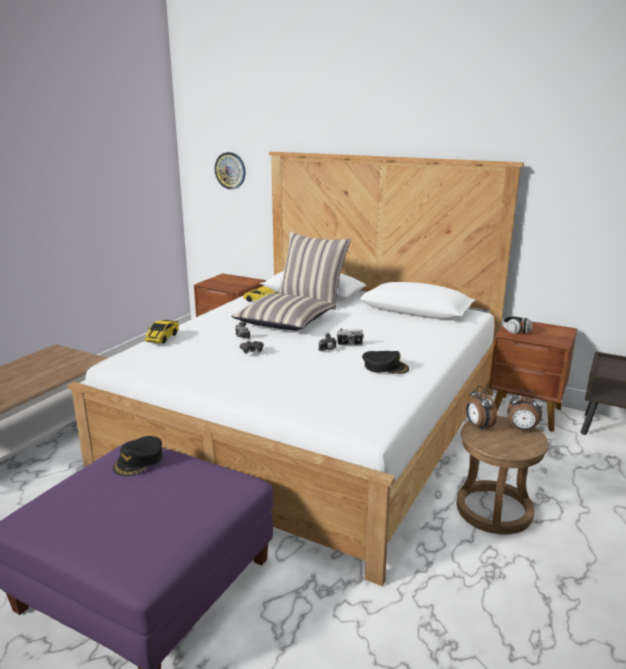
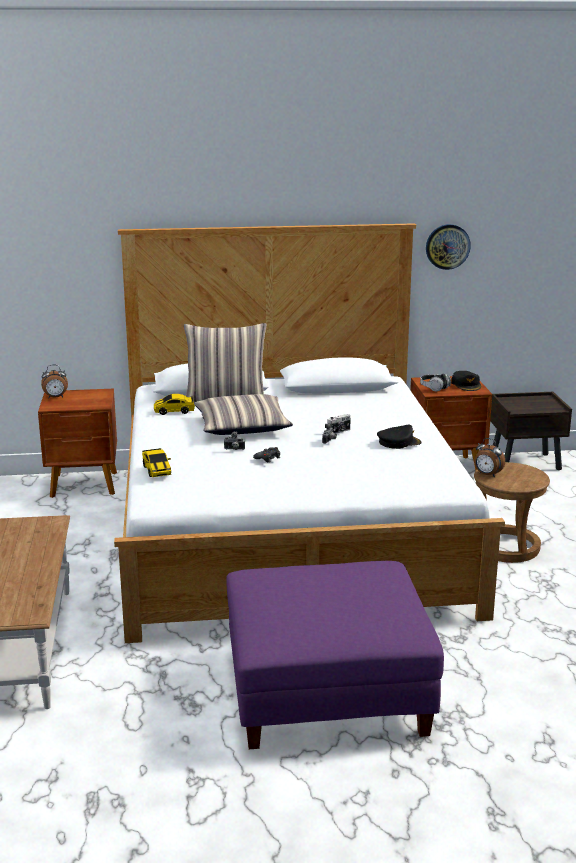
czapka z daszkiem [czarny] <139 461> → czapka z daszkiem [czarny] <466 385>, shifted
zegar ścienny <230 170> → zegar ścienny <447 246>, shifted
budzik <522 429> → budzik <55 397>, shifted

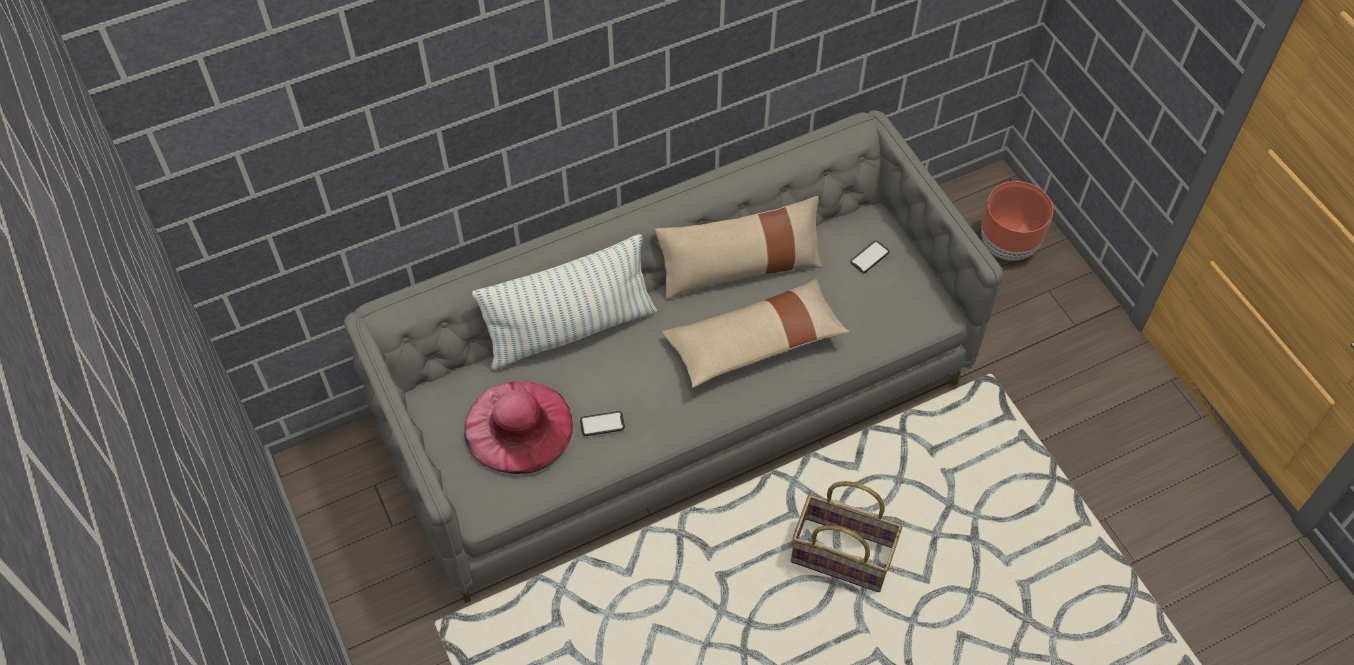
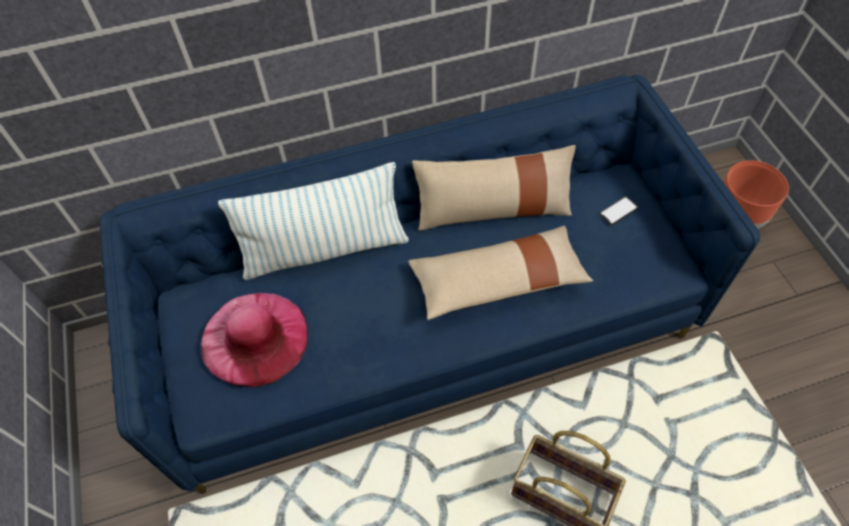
kanapa [szary] <677 403> → kanapa [niebieski] <427 326>
telefon <602 424> → -

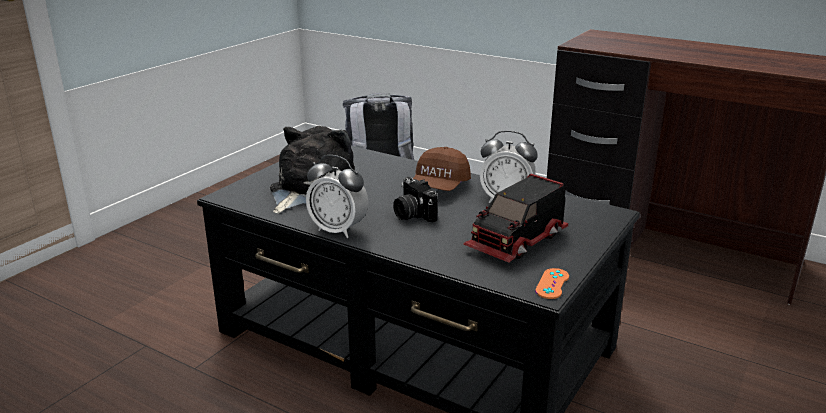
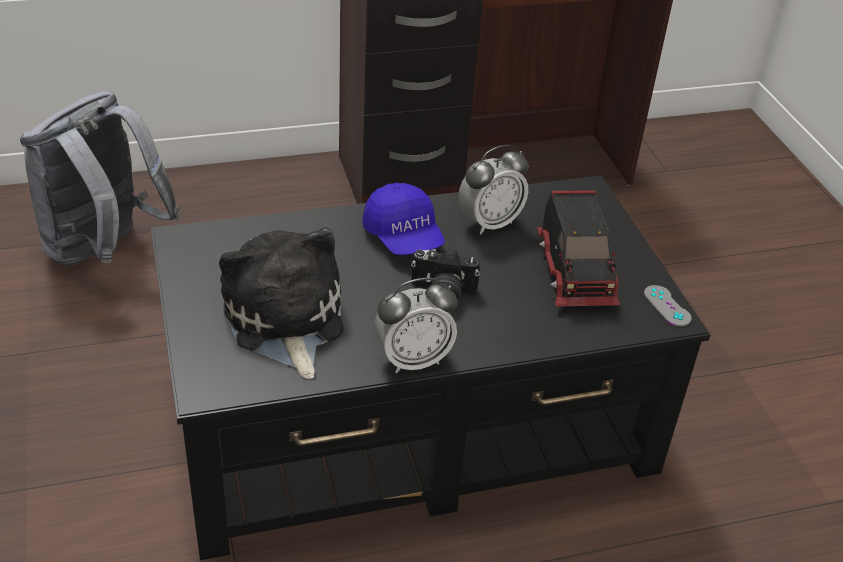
czapka z daszkiem [brązowy] <439 187> → czapka z daszkiem [niebieski] <404 237>
pad do gier [pomarańczowy] <552 284> → pad do gier [szary] <667 306>

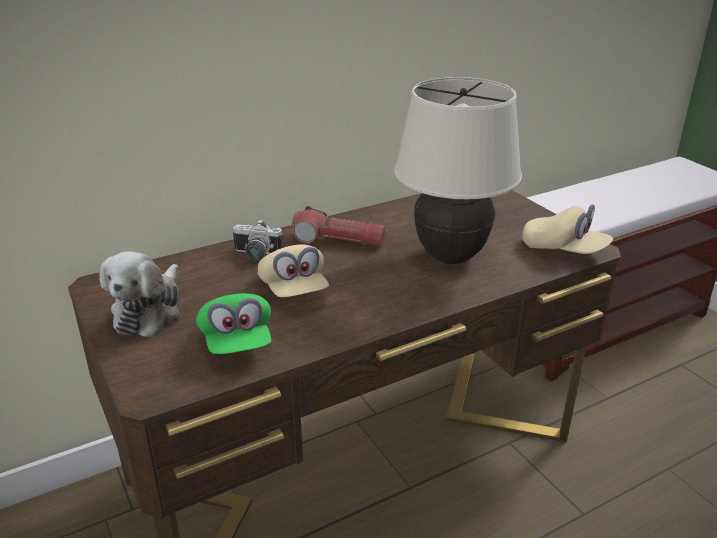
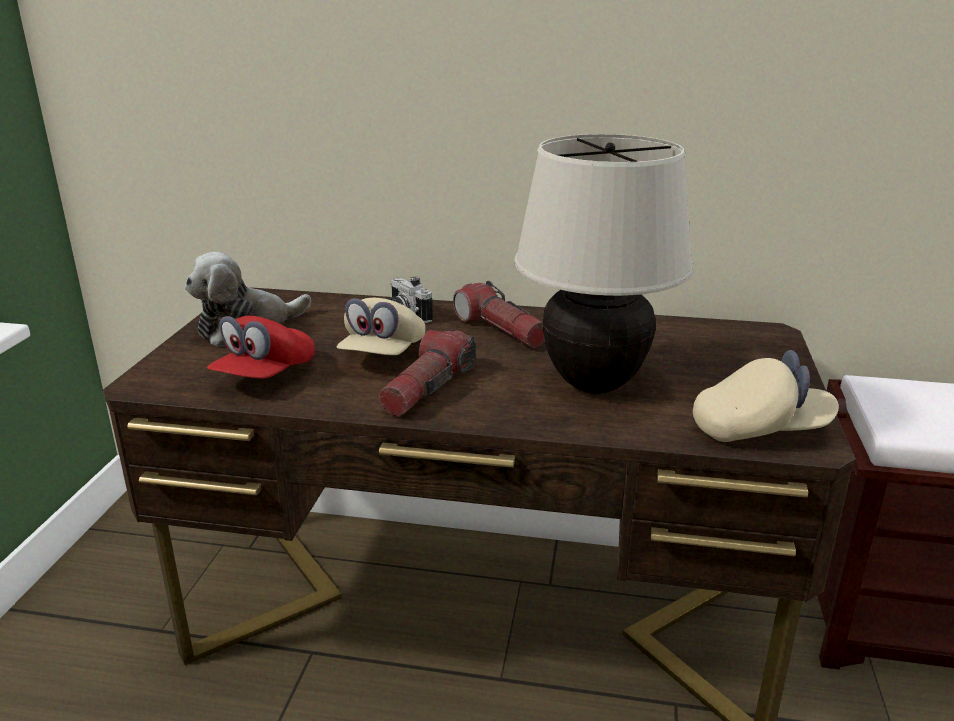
czapka z daszkiem [zielony] <237 342> → czapka z daszkiem [czerwony] <265 375>
czapka z daszkiem [beżowy] <563 250> → czapka z daszkiem [beżowy] <759 430>, 75 degrees counterclockwise
- → latarka <428 388>

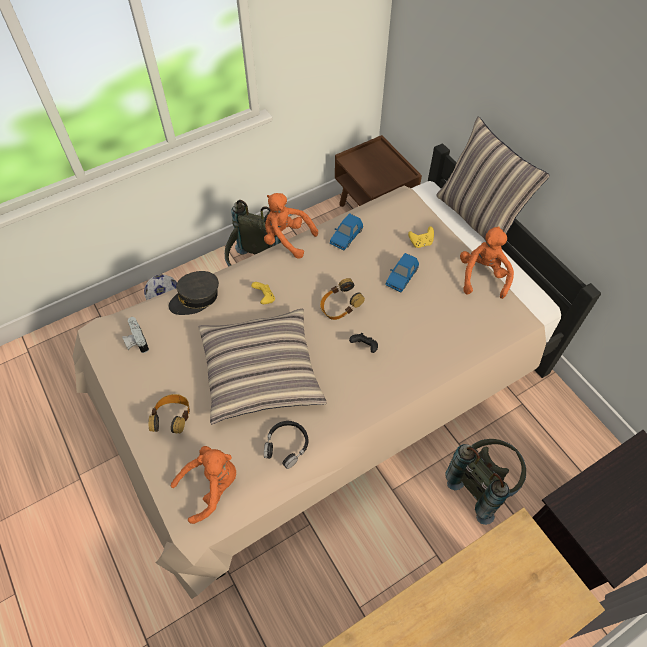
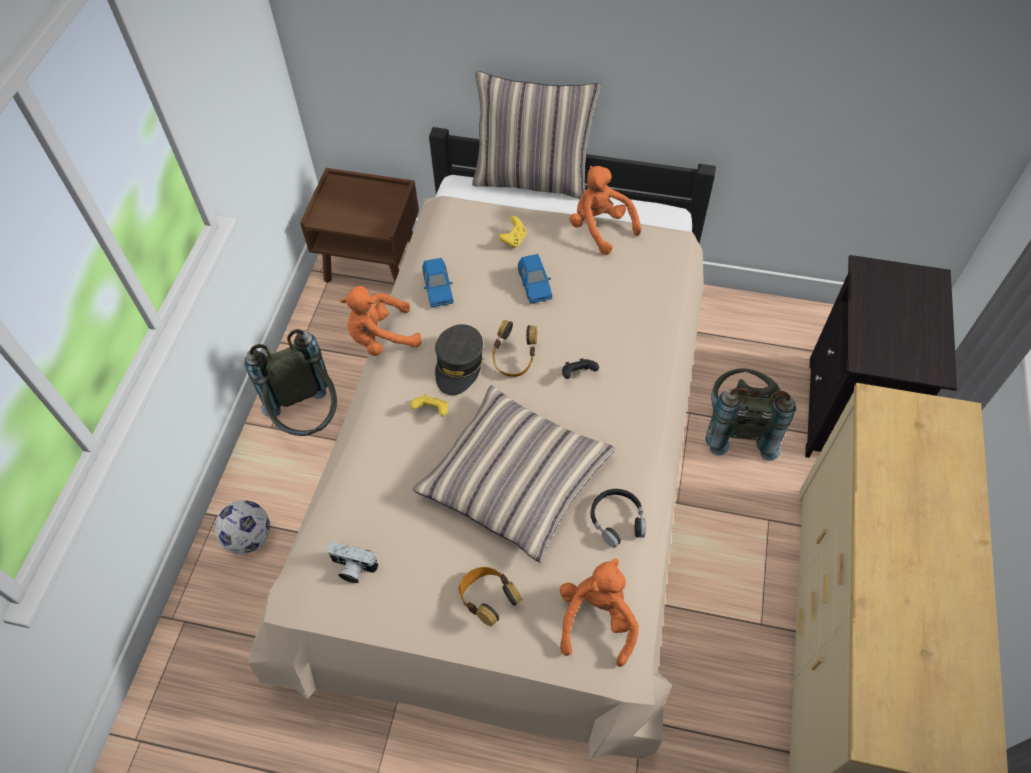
czapka z daszkiem [szary] <195 298> → czapka z daszkiem [szary] <459 365>, shifted

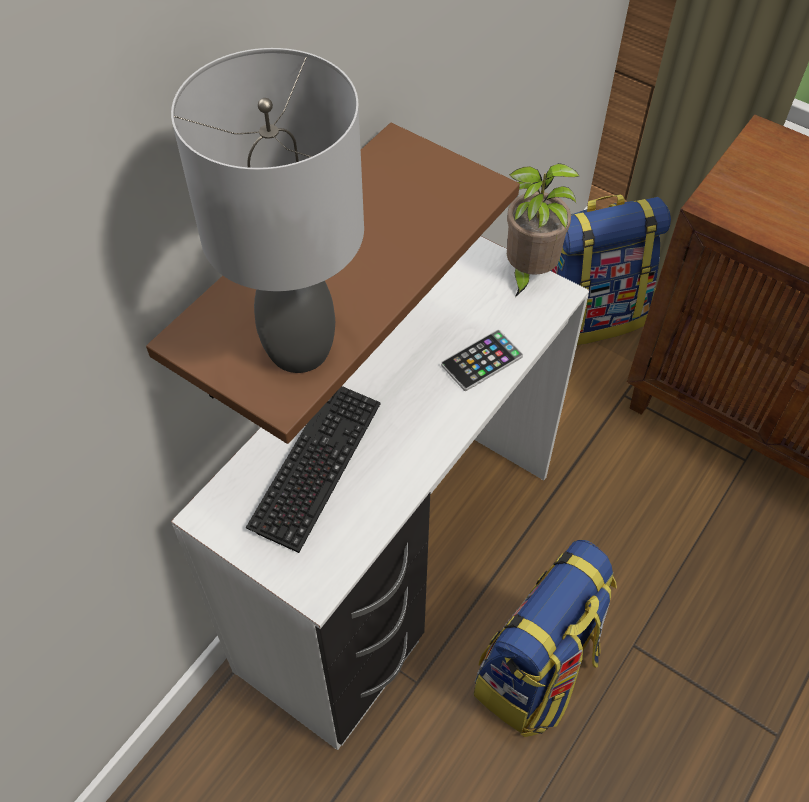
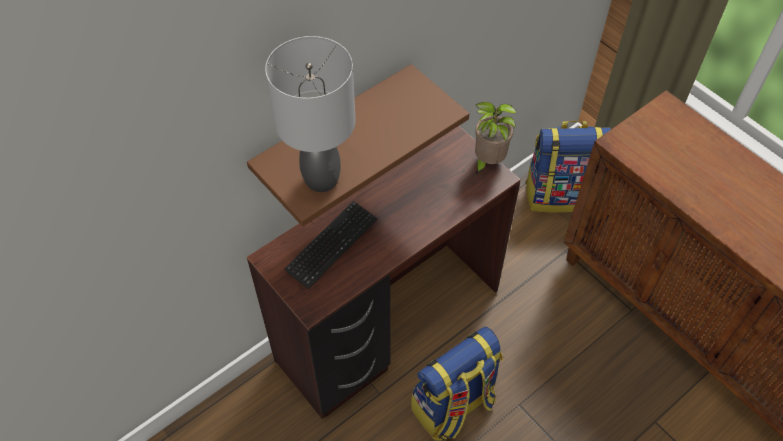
biurko [biały] <402 570> → biurko [brązowy] <390 326>
telefon <482 361> → -

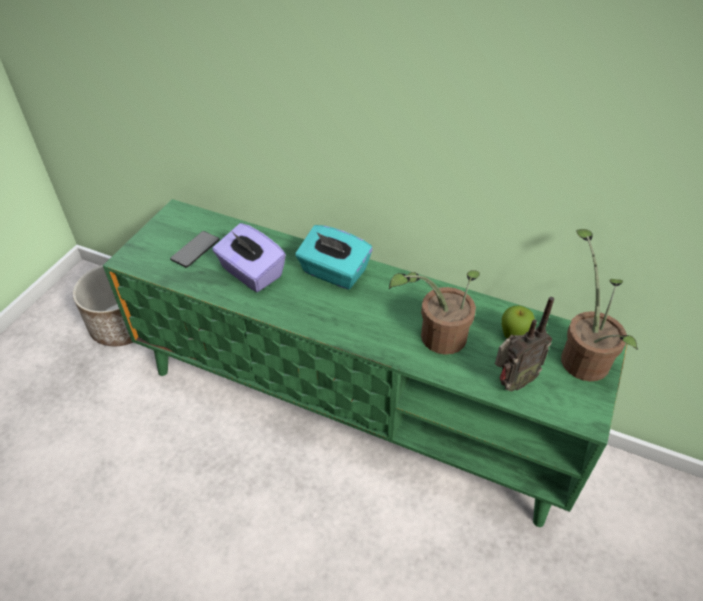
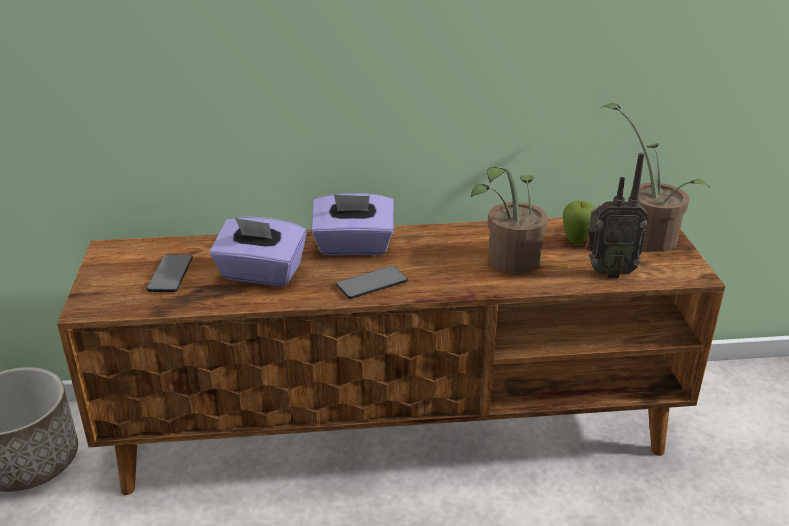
szafka pod telewizor [zielony] <353 406> → szafka pod telewizor [brązowy] <396 430>
pudełko chusteczek [turkusowy] <333 272> → pudełko chusteczek [fioletowy] <353 247>
radio <511 382> → radio <607 272>, 60 degrees clockwise
- → telefon <372 283>

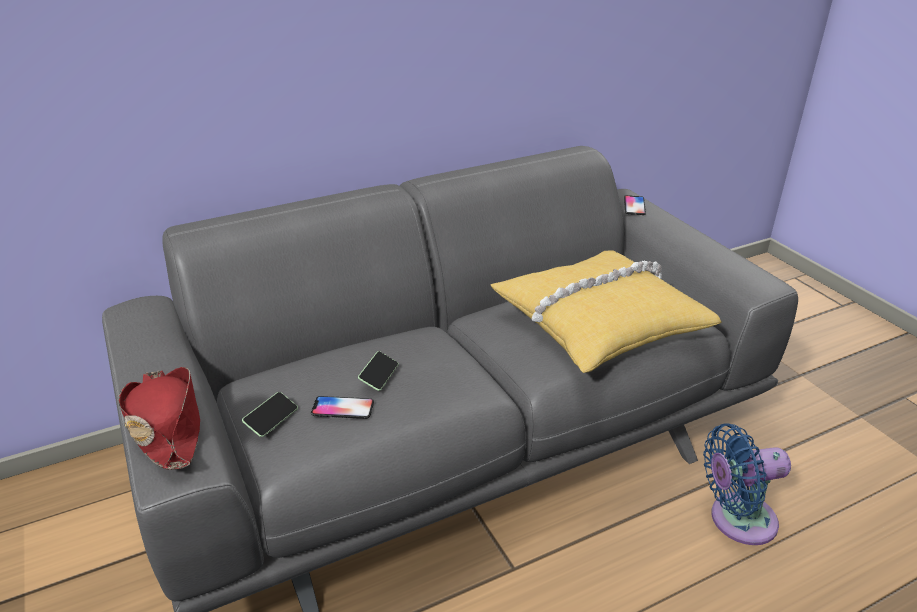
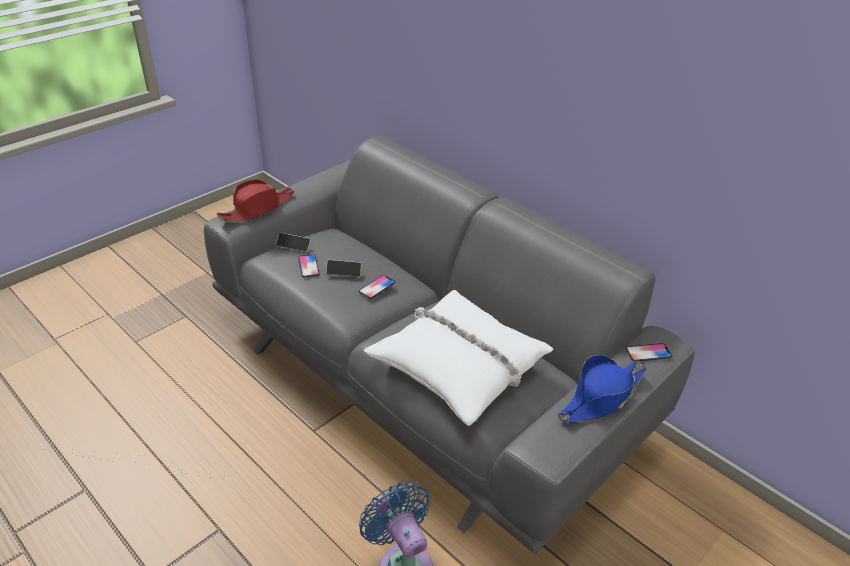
poduszka [żółty] <598 321> → poduszka [biały] <459 364>
- → telefon <377 287>
- → kapelusz [niebieski] <601 398>

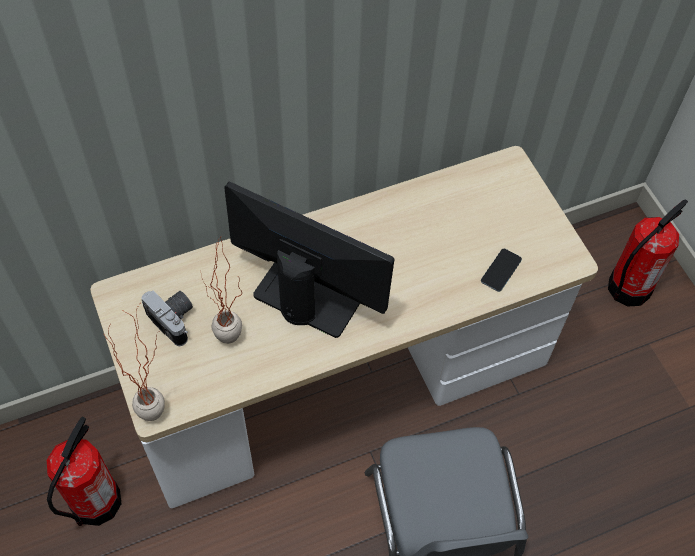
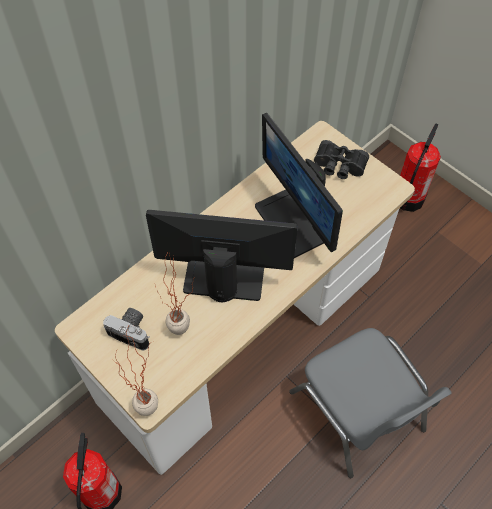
telefon <501 270> → -
- → monitor <294 221>
- → lornetka [czarny] <339 167>

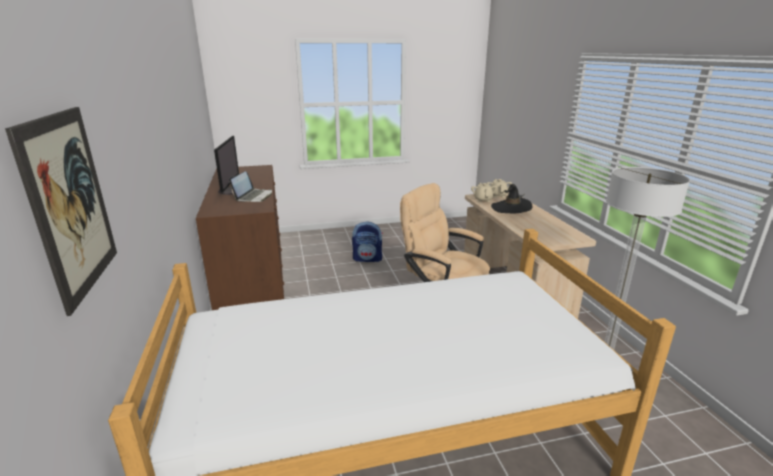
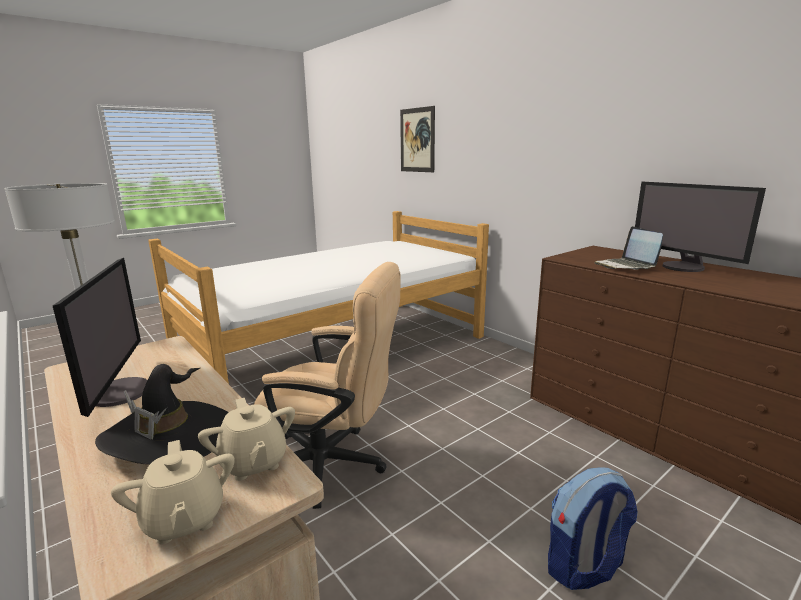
- → monitor <118 392>

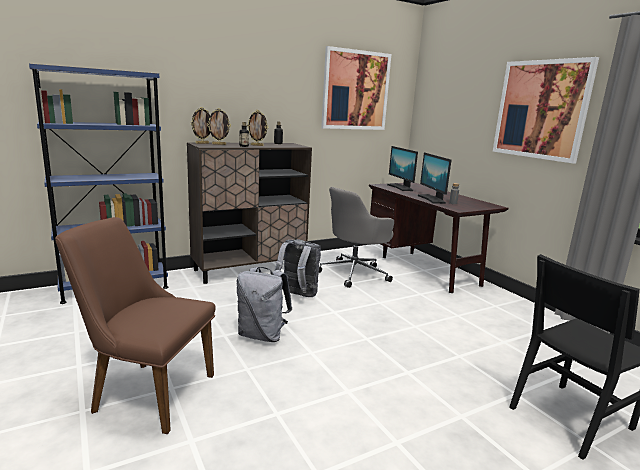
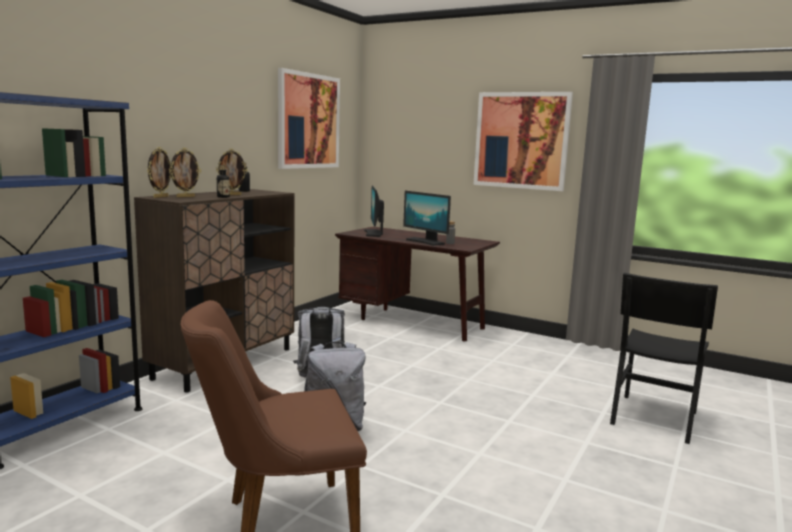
krzesło biurowe [szary] <354 273> → -
monitor <400 187> → monitor <373 233>, 45 degrees clockwise

